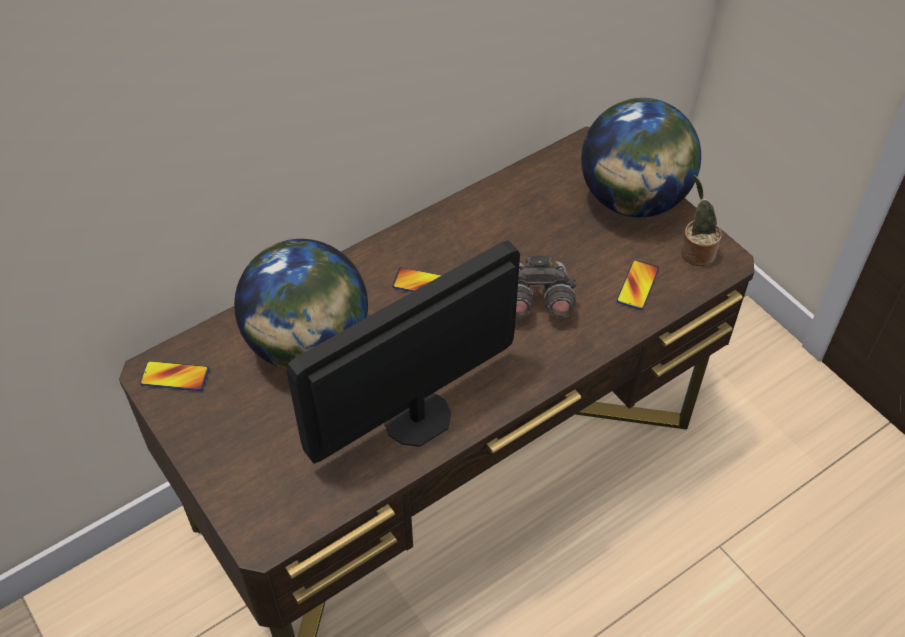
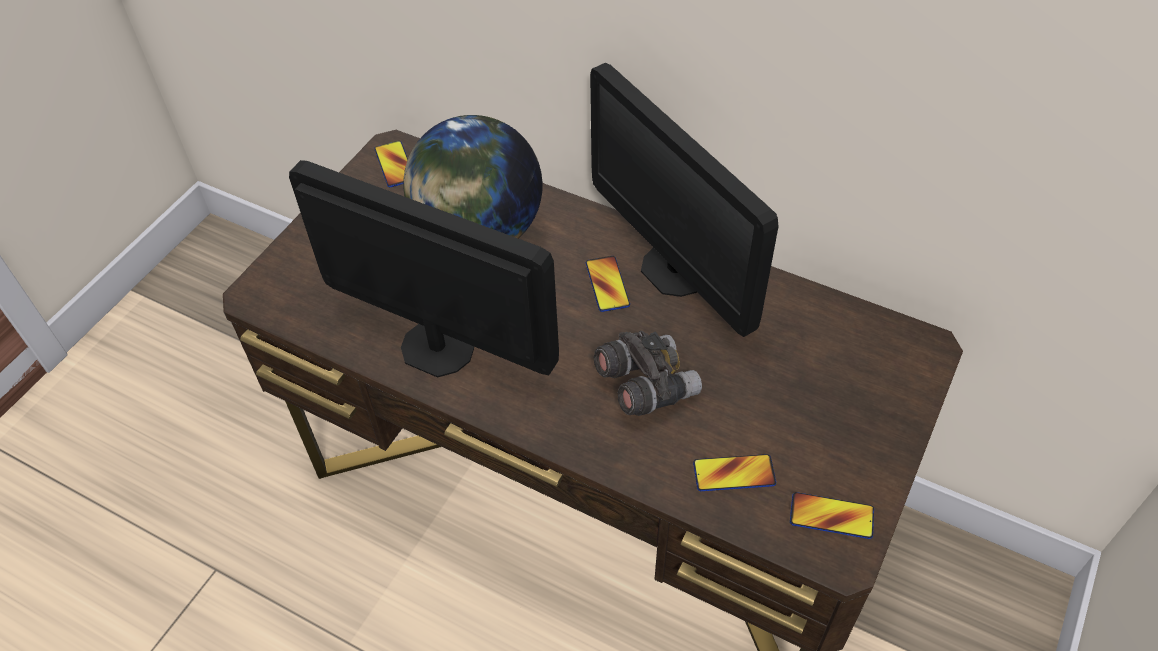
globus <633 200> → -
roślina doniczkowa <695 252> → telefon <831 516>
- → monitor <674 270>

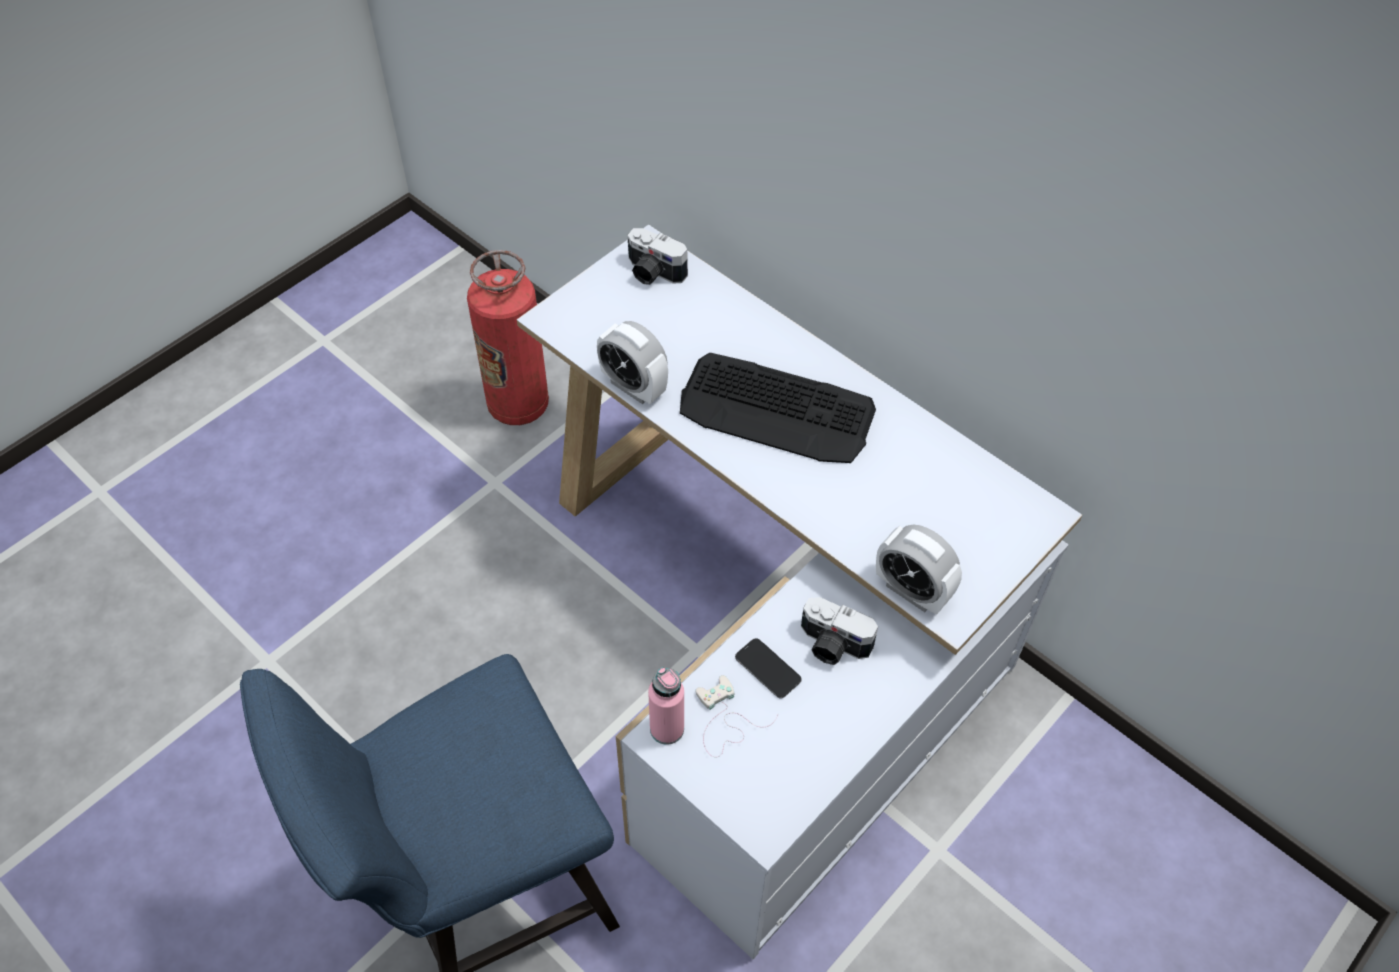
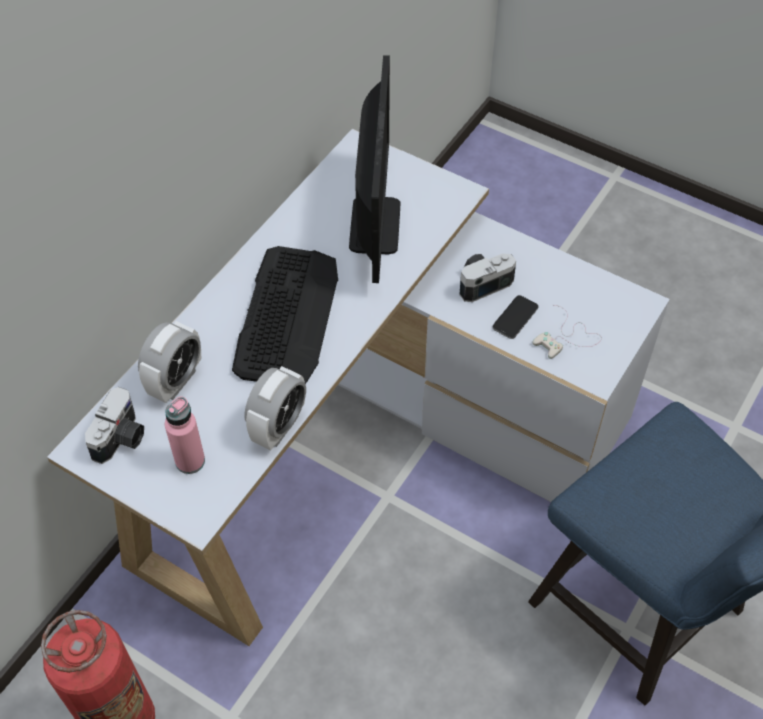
butelka [różowy] <667 729> → butelka [różowy] <190 461>, shifted
aparat fotograficzny <832 645> → aparat fotograficzny <482 282>, 135 degrees counterclockwise
budzik <912 591> → budzik <176 381>, shifted
- → monitor <374 225>

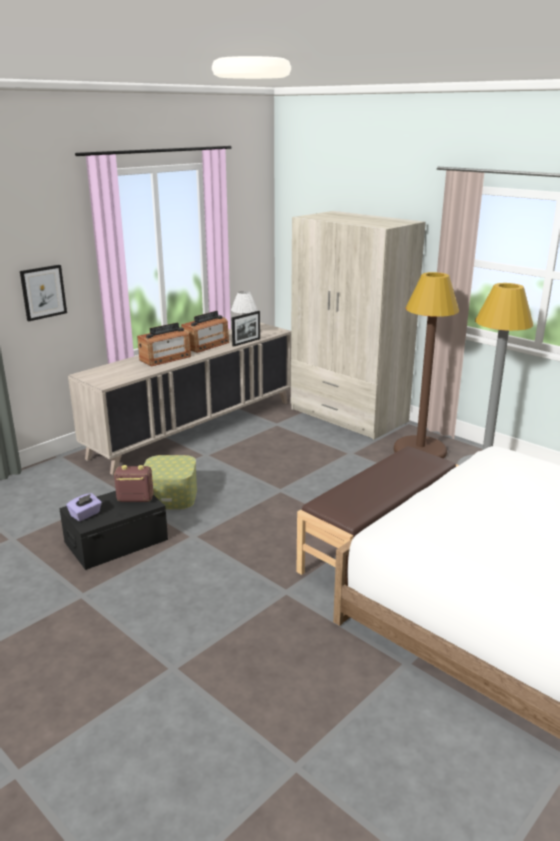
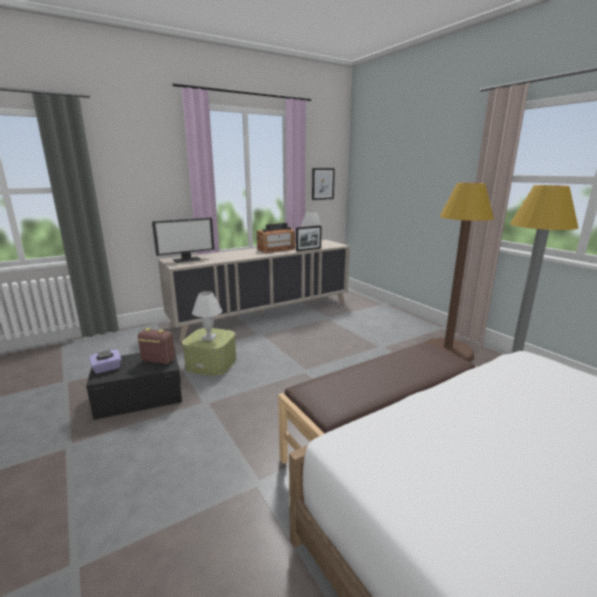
obraz <43 292> → obraz <322 184>, shifted
radio <165 358> → -
szafa [beżowy] <348 415> → -
- → monitor <187 259>
- → lampa stołowa [biały] <209 337>

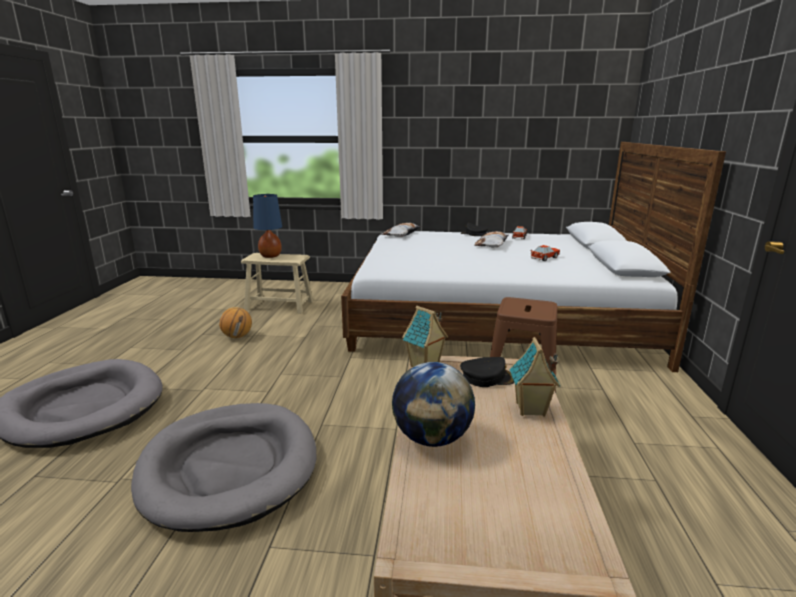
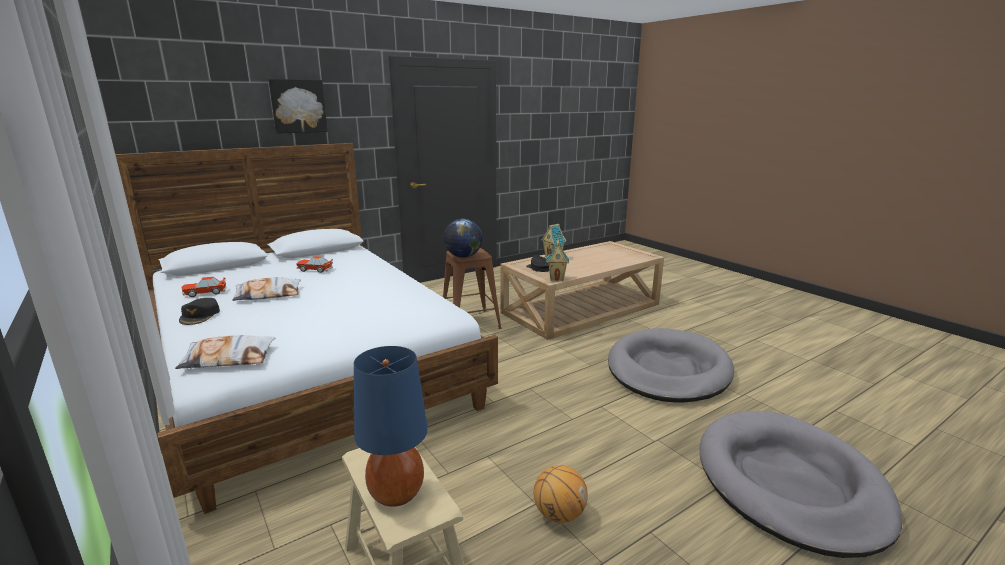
globus <432 438> → globus <463 256>, shifted
- → obraz <298 106>

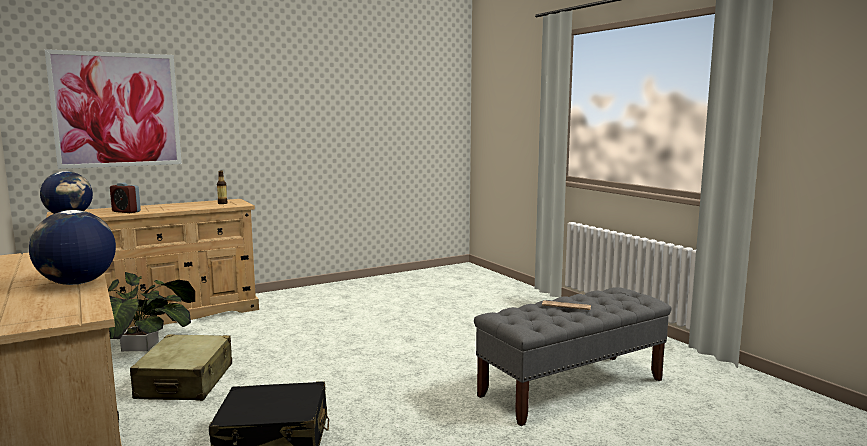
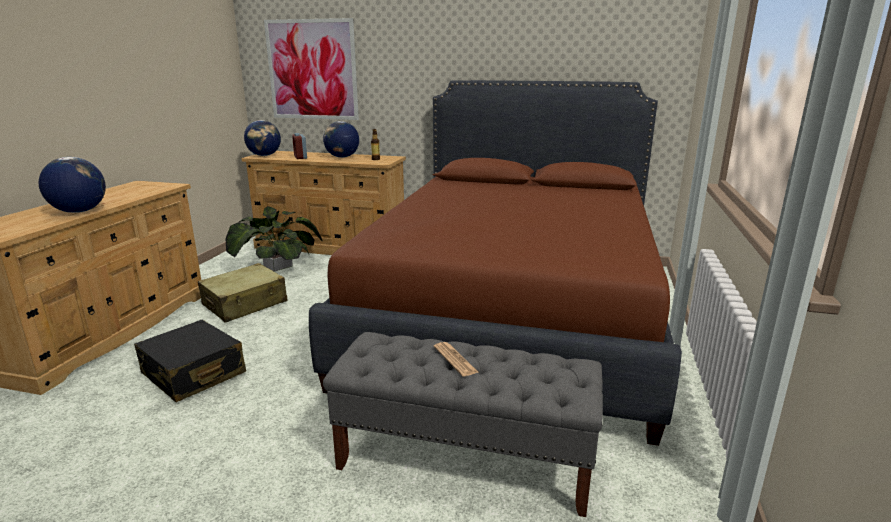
- → łóżko [brązowy] <512 314>
- → globus <342 157>

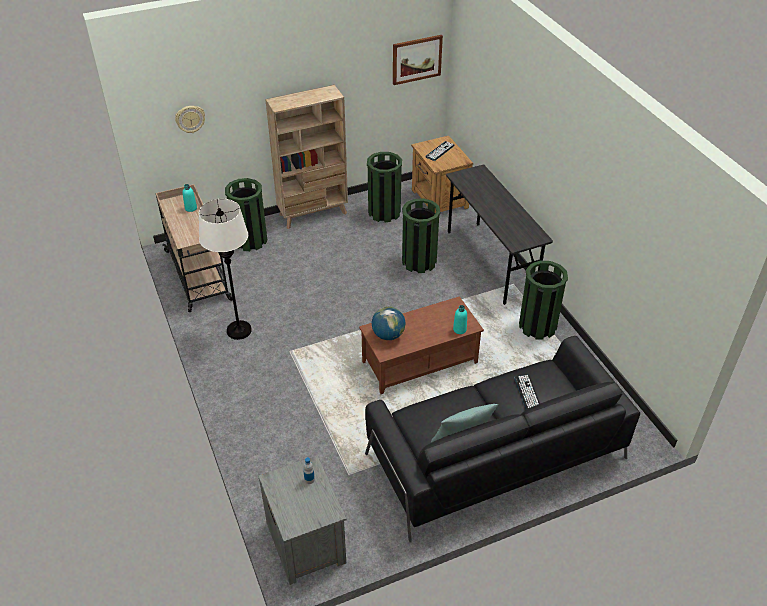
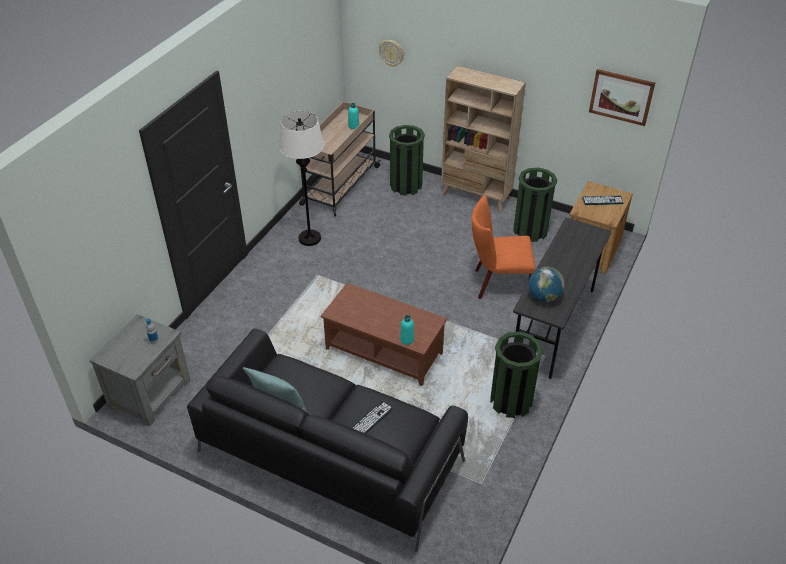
globus <388 335> → globus <544 296>, shifted
kosz na śmieci [zielony] <419 261> → krzesło [pomarańczowy] <498 284>

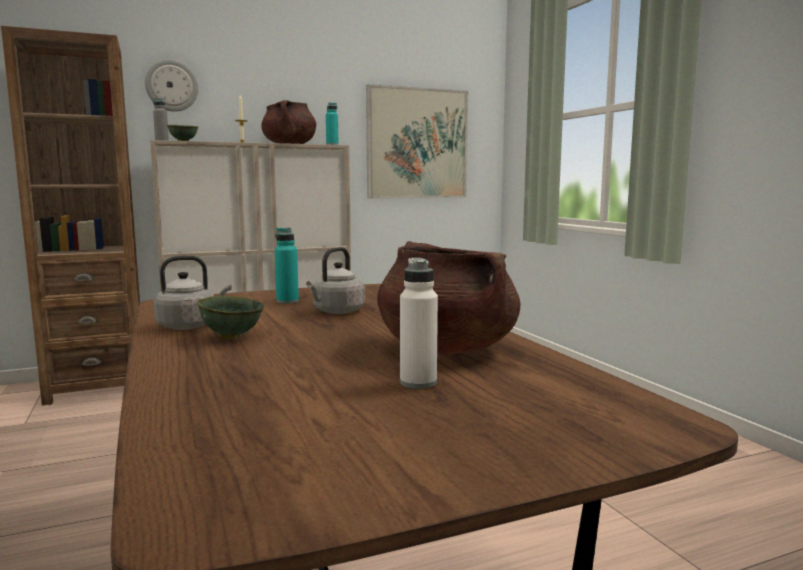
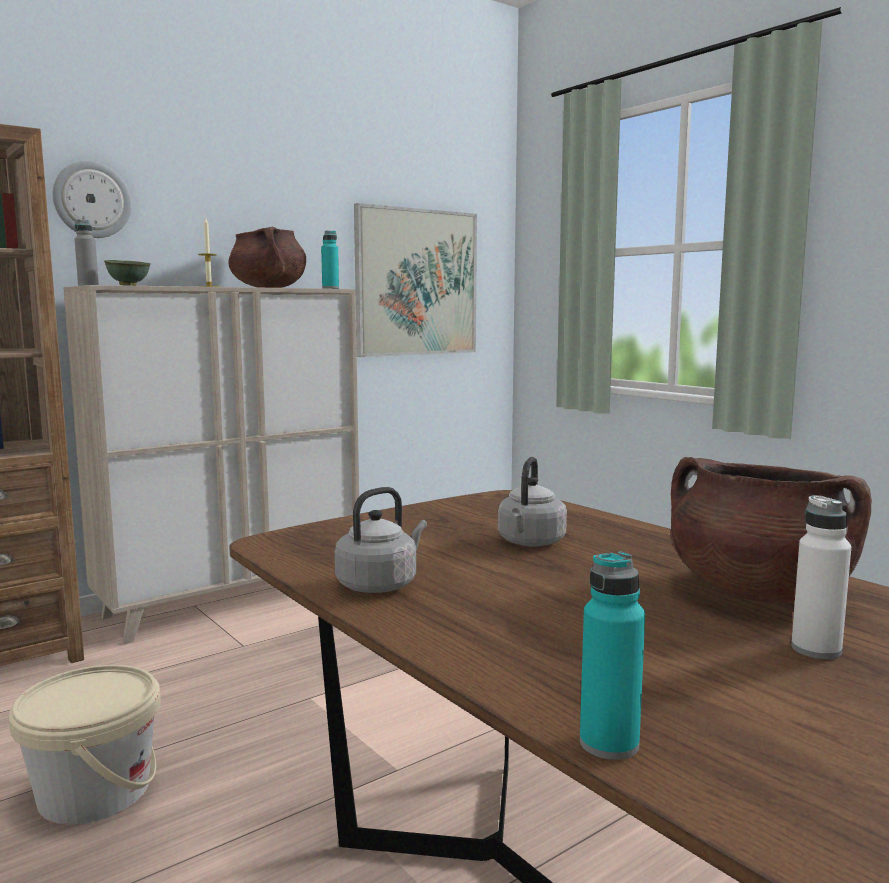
miska [zielony] <232 336> → -
butelka [turkusowy] <287 301> → butelka [turkusowy] <609 744>, shifted
- → wiadro [beżowy] <95 792>

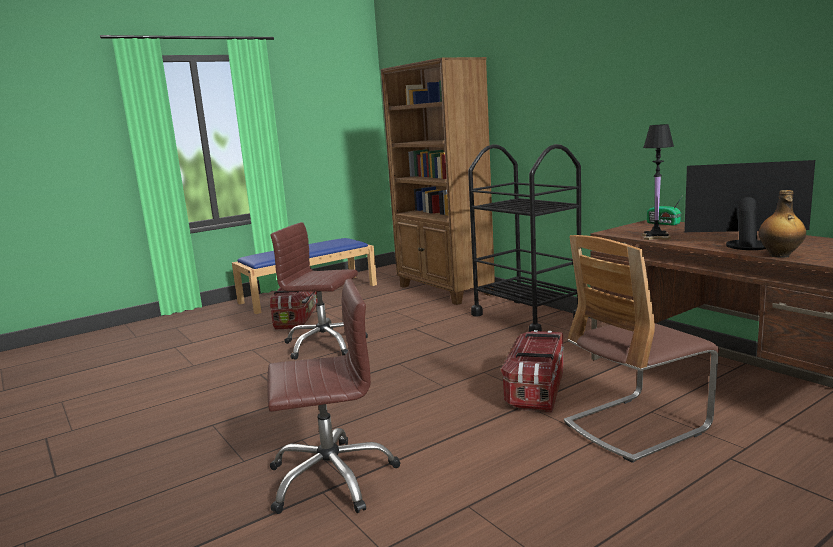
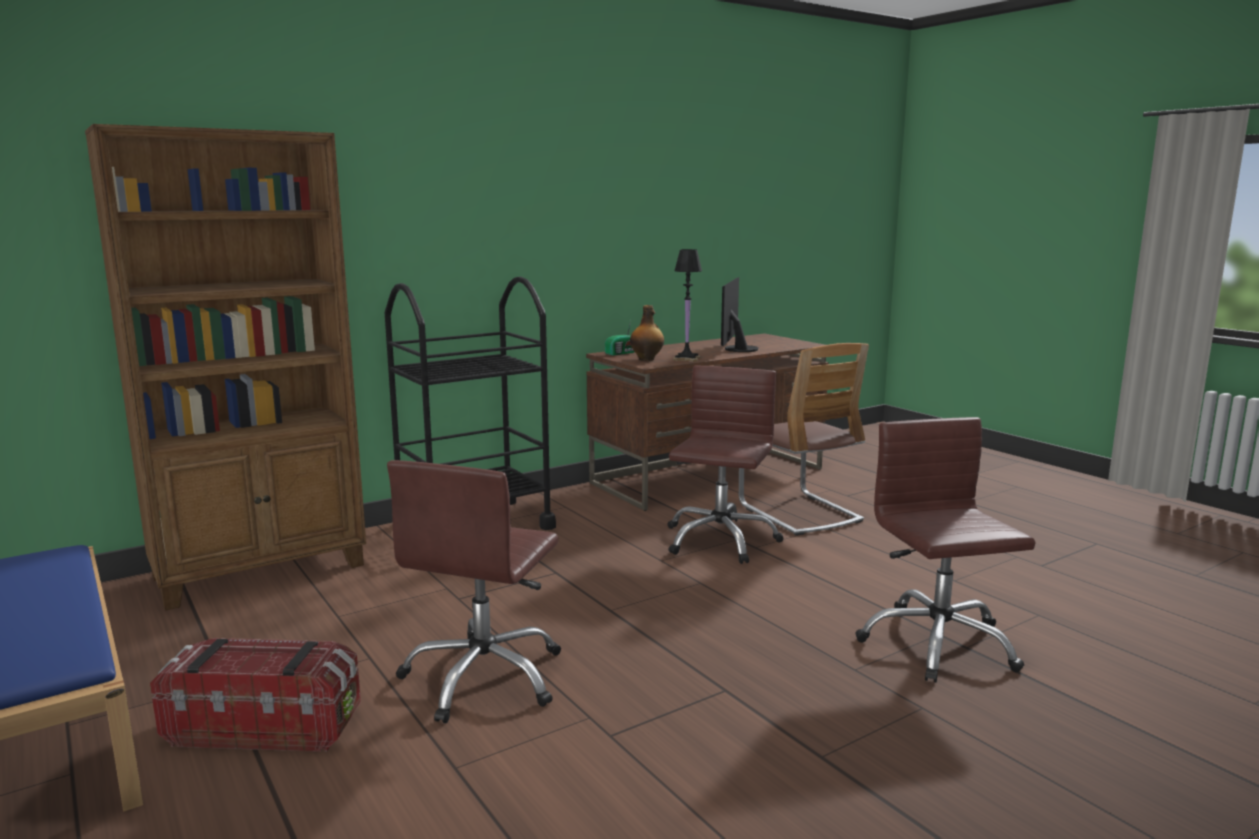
pojemnik do przechowywania <535 390> → krzesło biurowe [brązowy] <719 540>
butelka <779 255> → butelka <647 359>, shifted

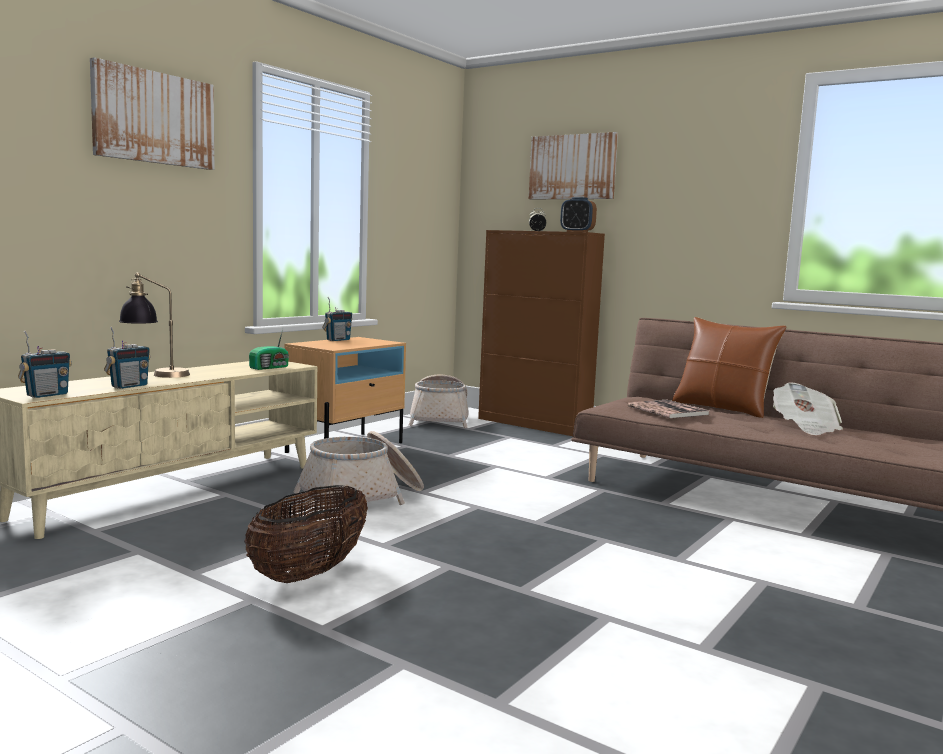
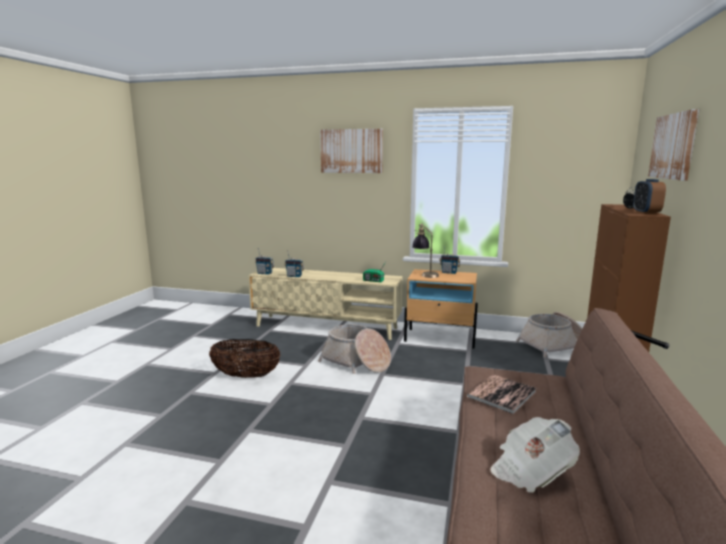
lampa stołowa <155 374> → lampa stołowa <425 274>, shifted
poduszka [brązowy] <722 409> → -

